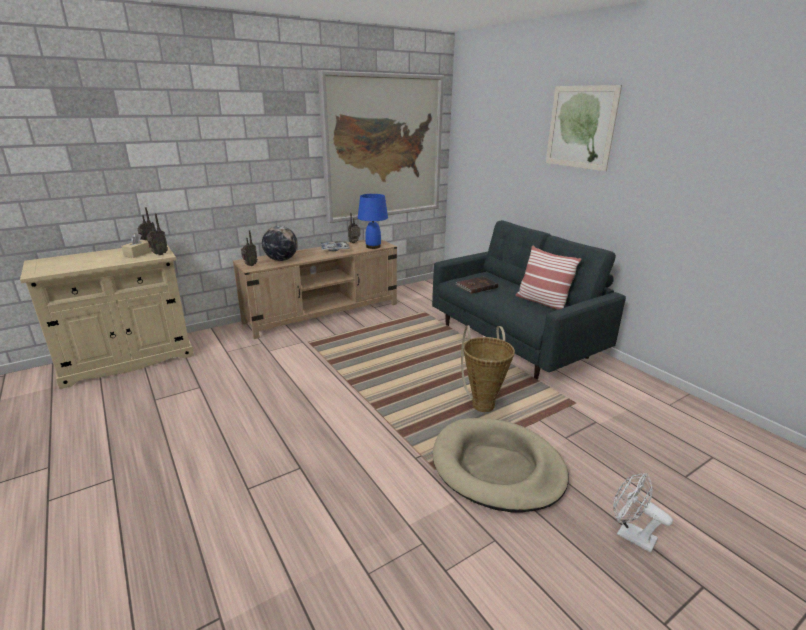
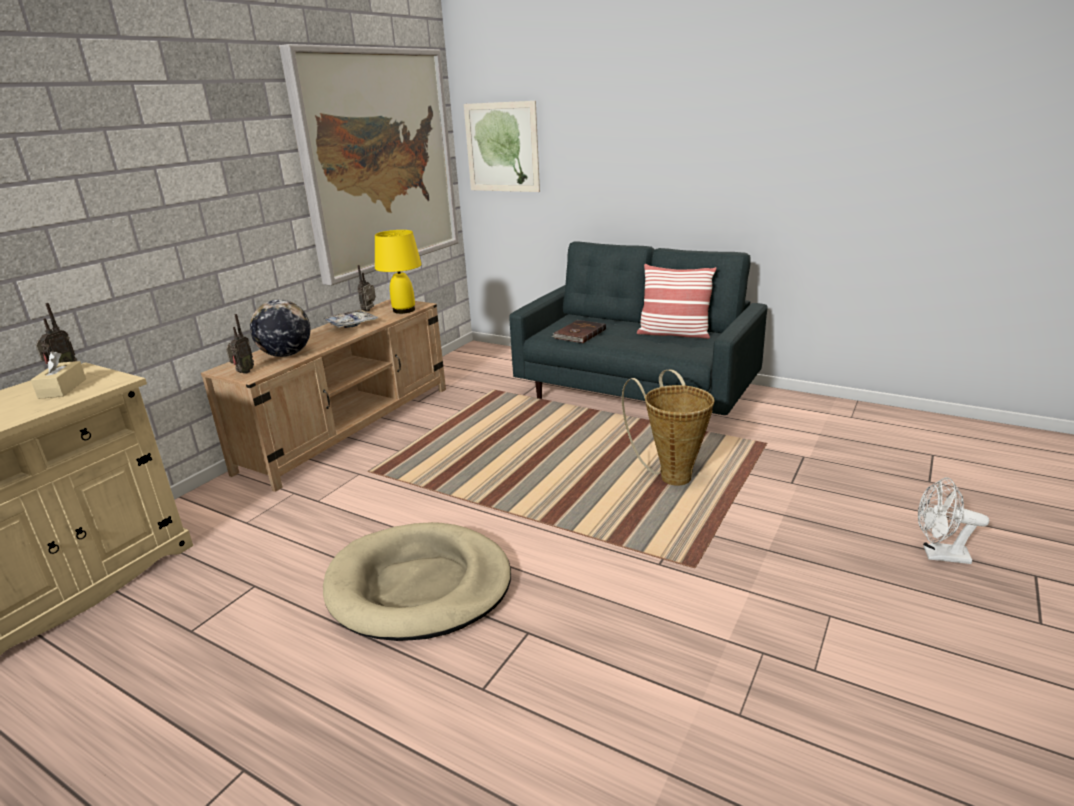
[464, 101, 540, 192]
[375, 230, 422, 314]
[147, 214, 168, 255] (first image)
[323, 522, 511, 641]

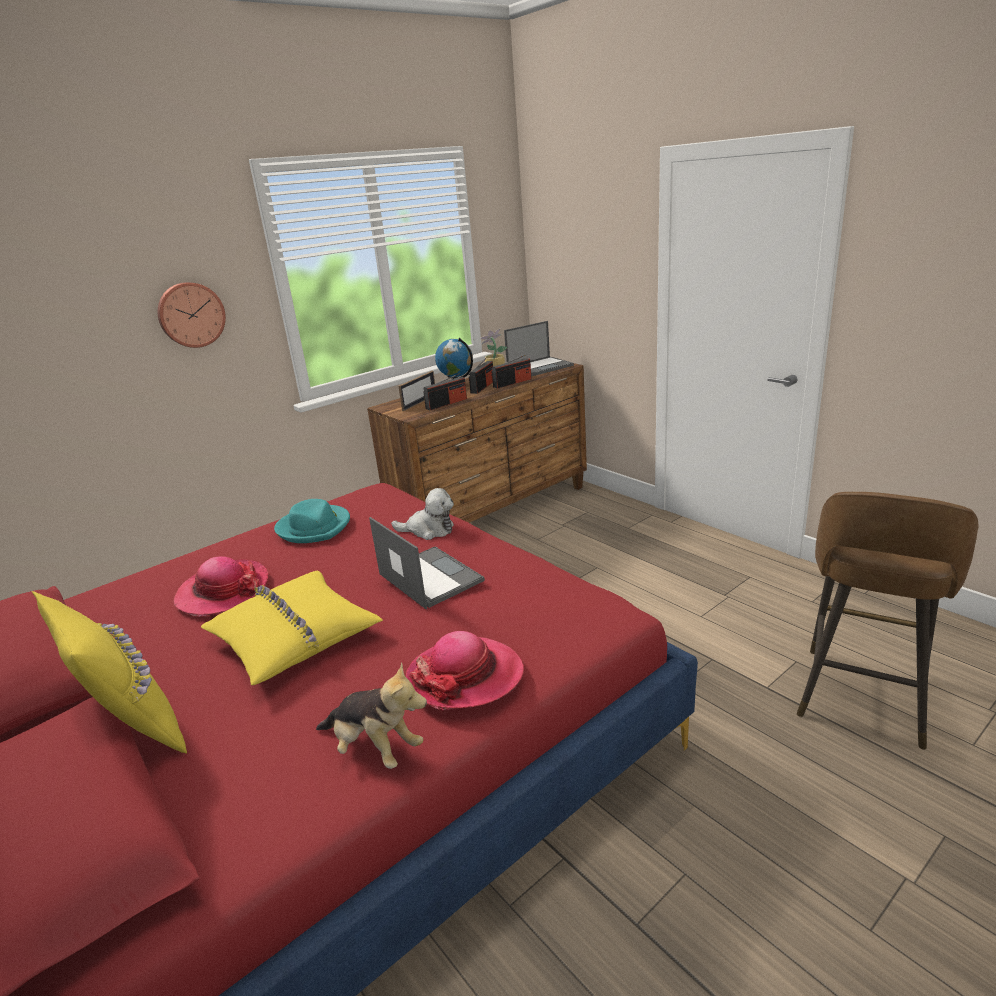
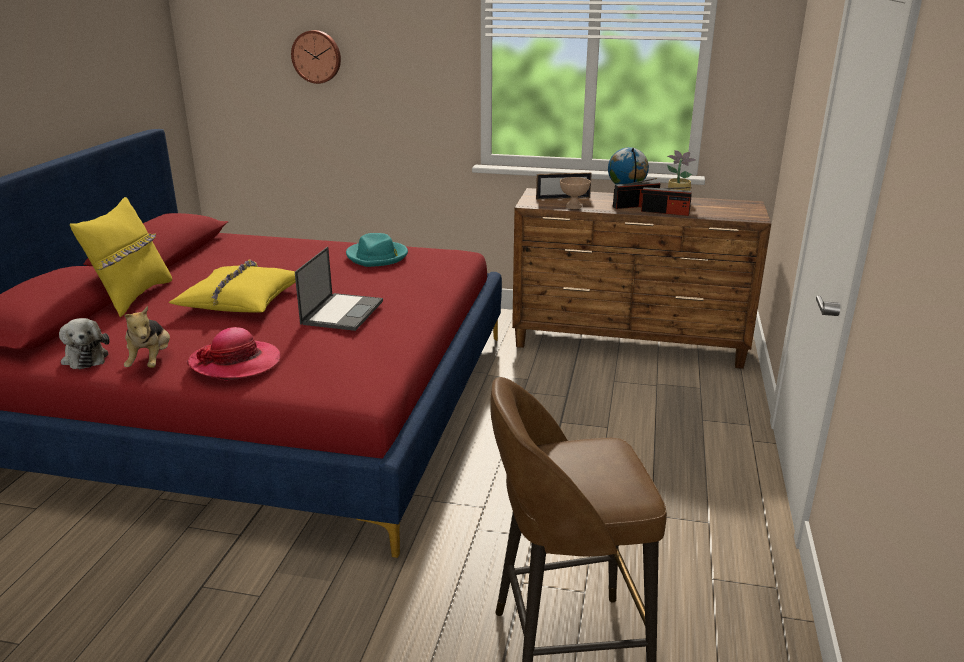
[291, 30, 341, 84]
[504, 321, 574, 377] (first image)
[560, 177, 591, 209]
[59, 318, 109, 369]
[174, 556, 268, 616] (first image)

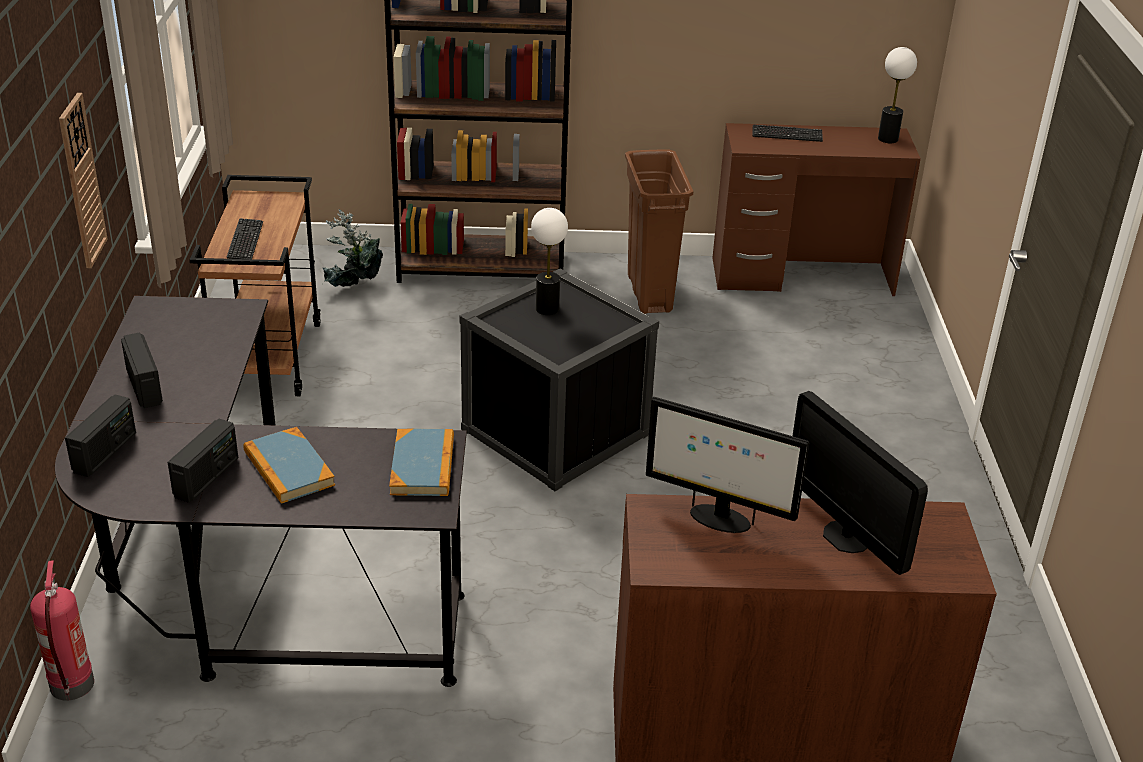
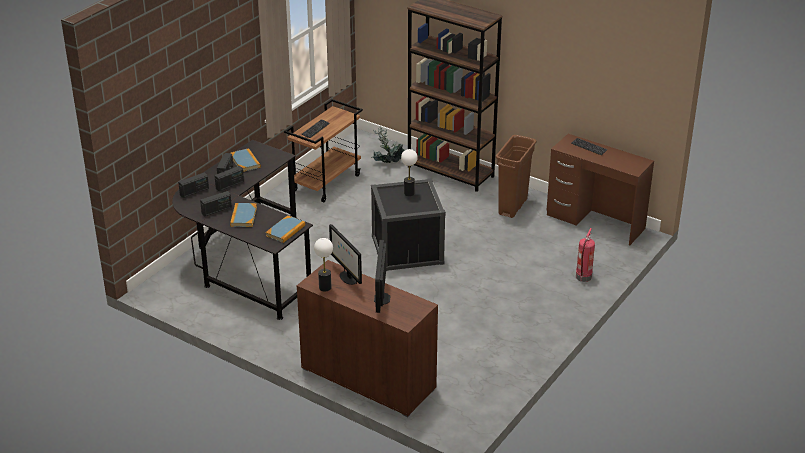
[314, 238, 333, 291]
[59, 93, 108, 268] (first image)
[576, 228, 595, 282]
[231, 148, 261, 172]
[214, 166, 244, 191]

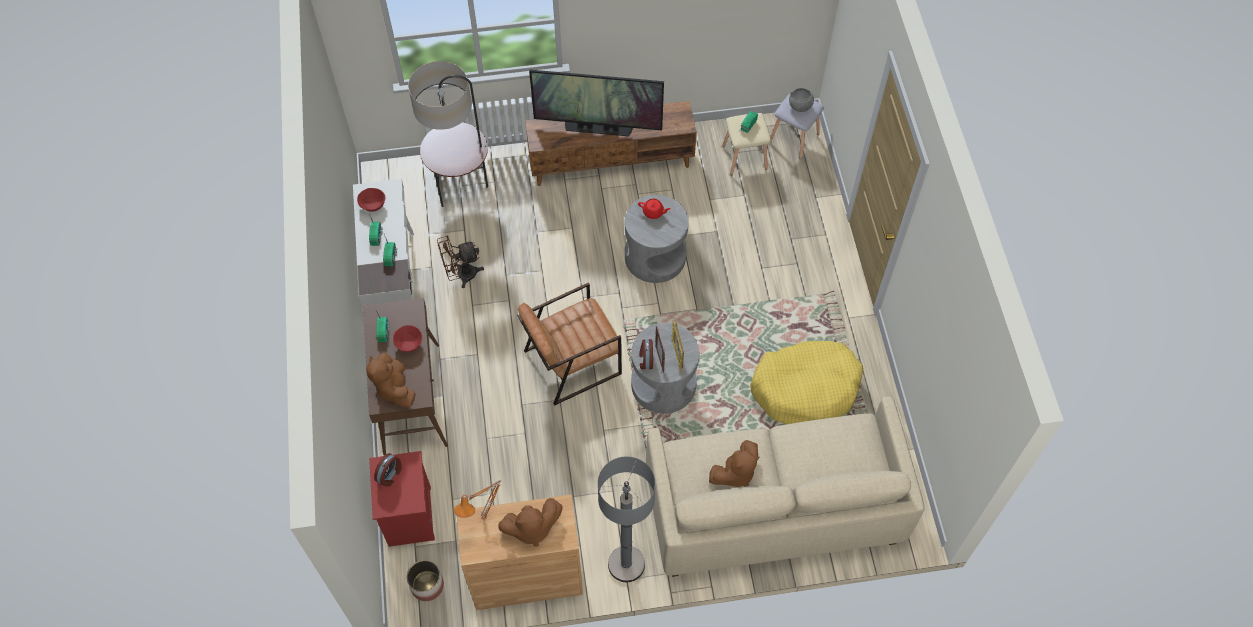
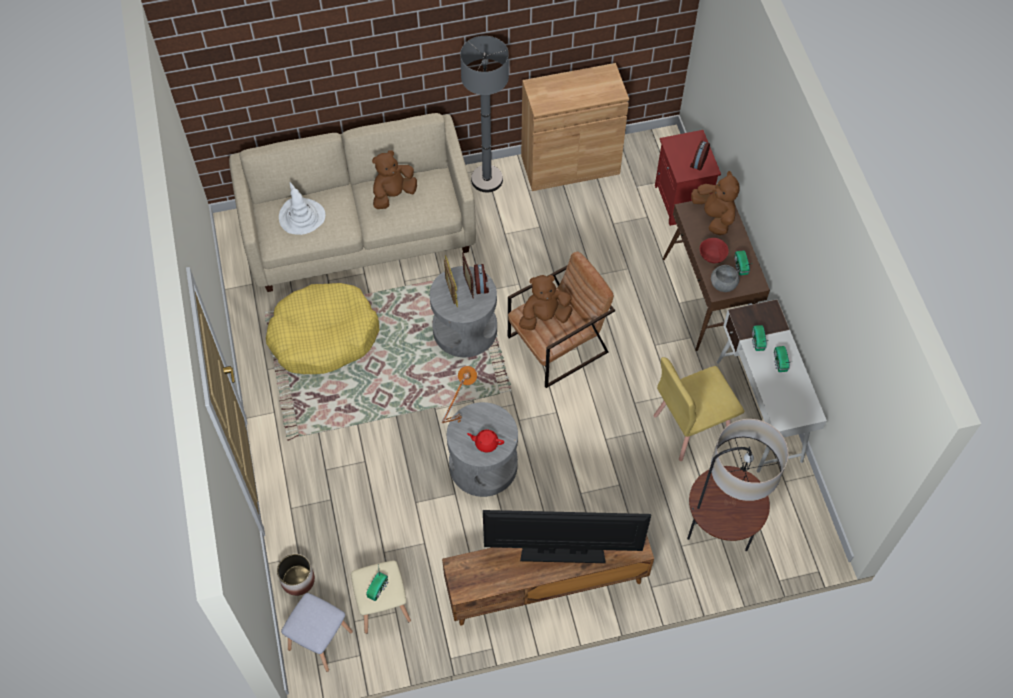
[711, 265, 740, 292]
[357, 188, 385, 212] (first image)
[654, 357, 744, 461]
[442, 366, 477, 424]
[519, 275, 573, 330]
[277, 554, 315, 596]
[279, 182, 325, 235]

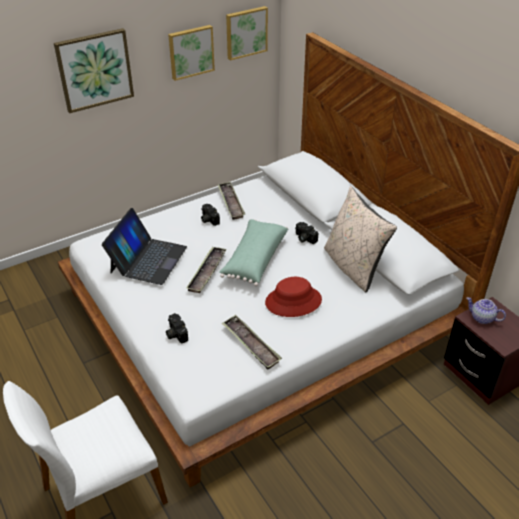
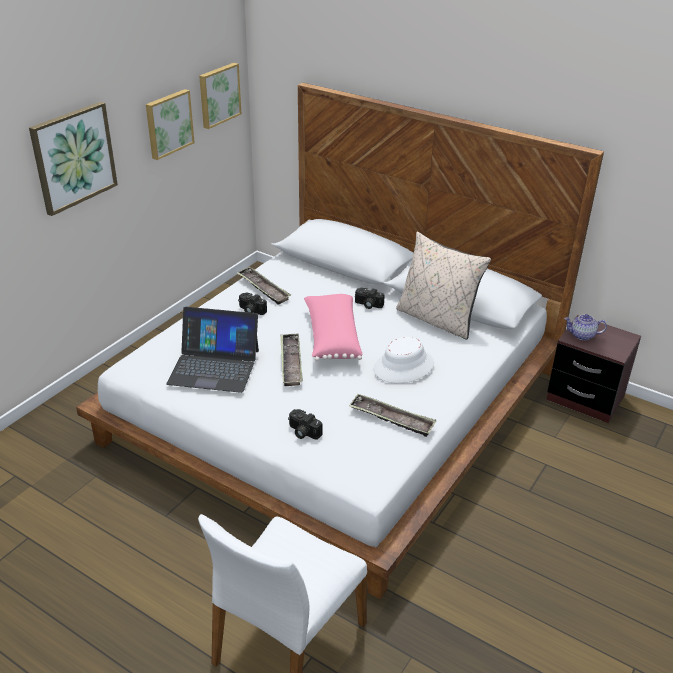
[166, 307, 259, 393]
[304, 294, 363, 361]
[374, 337, 434, 383]

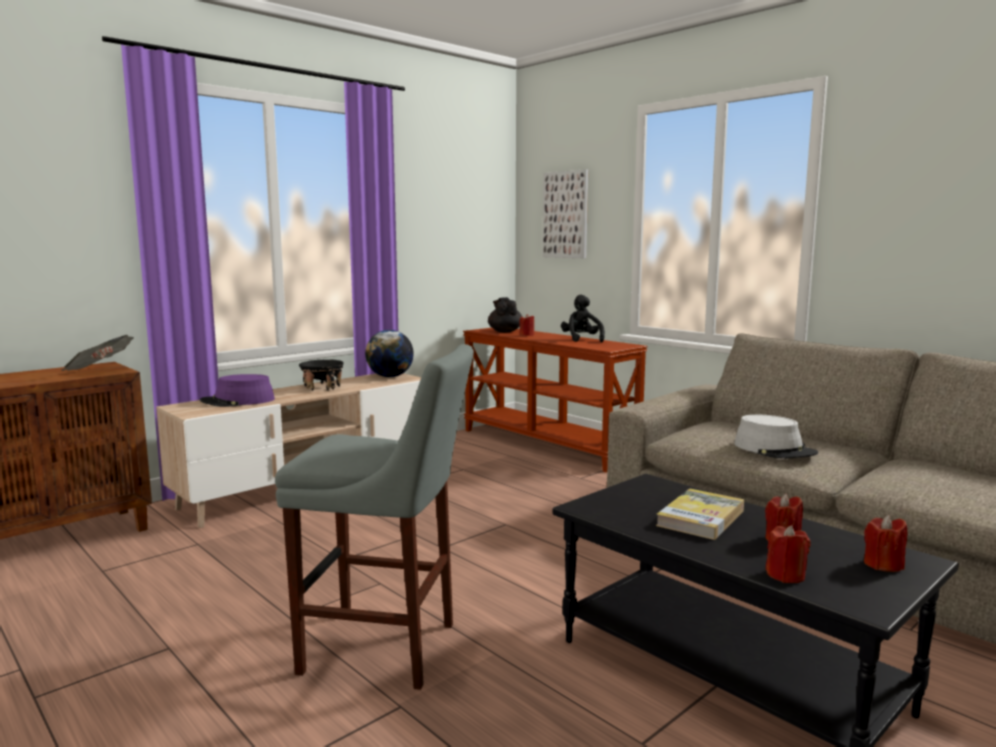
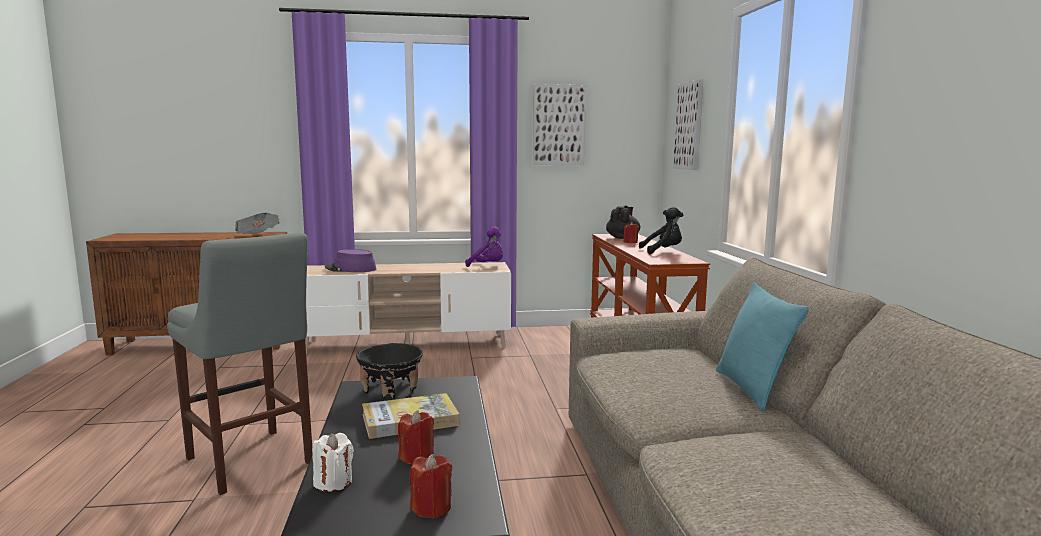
[639, 207, 683, 254]
[465, 227, 503, 267]
[356, 343, 423, 398]
[734, 414, 818, 459] (first image)
[312, 433, 354, 492]
[533, 84, 586, 165]
[716, 282, 809, 411]

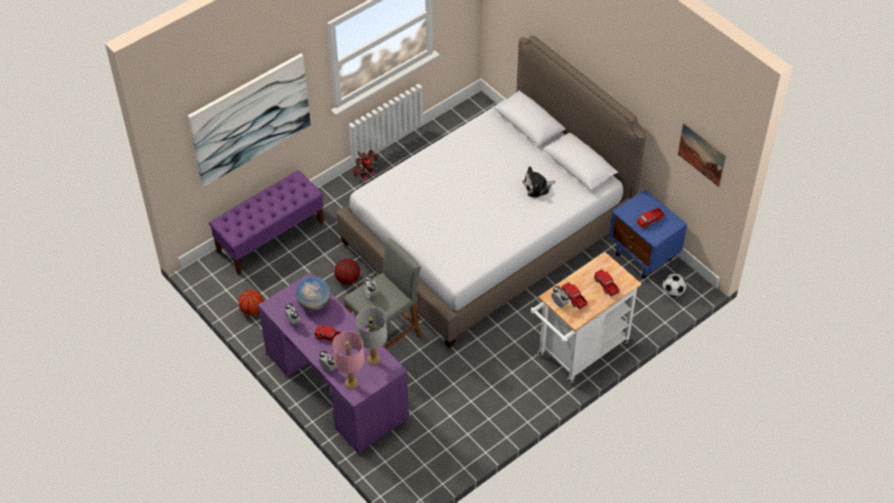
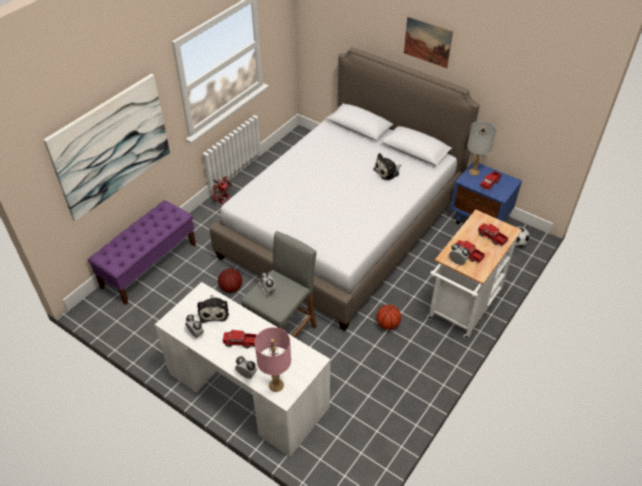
[404, 17, 453, 68]
[155, 282, 331, 457]
[197, 295, 229, 323]
[376, 305, 401, 330]
[467, 121, 496, 176]

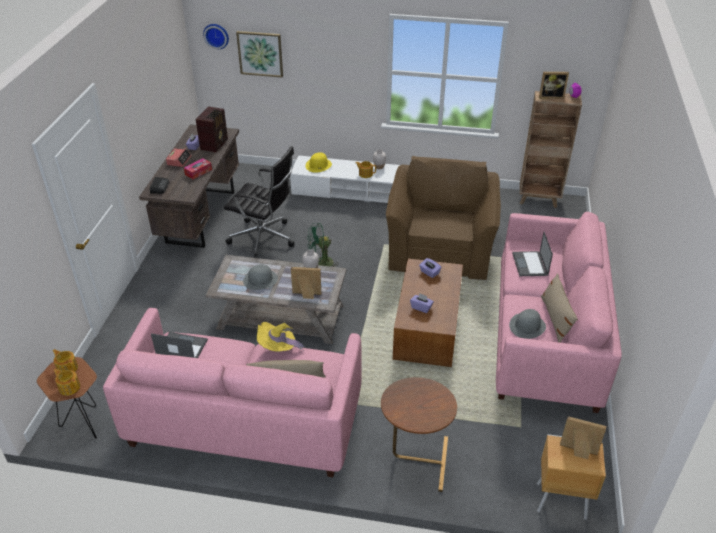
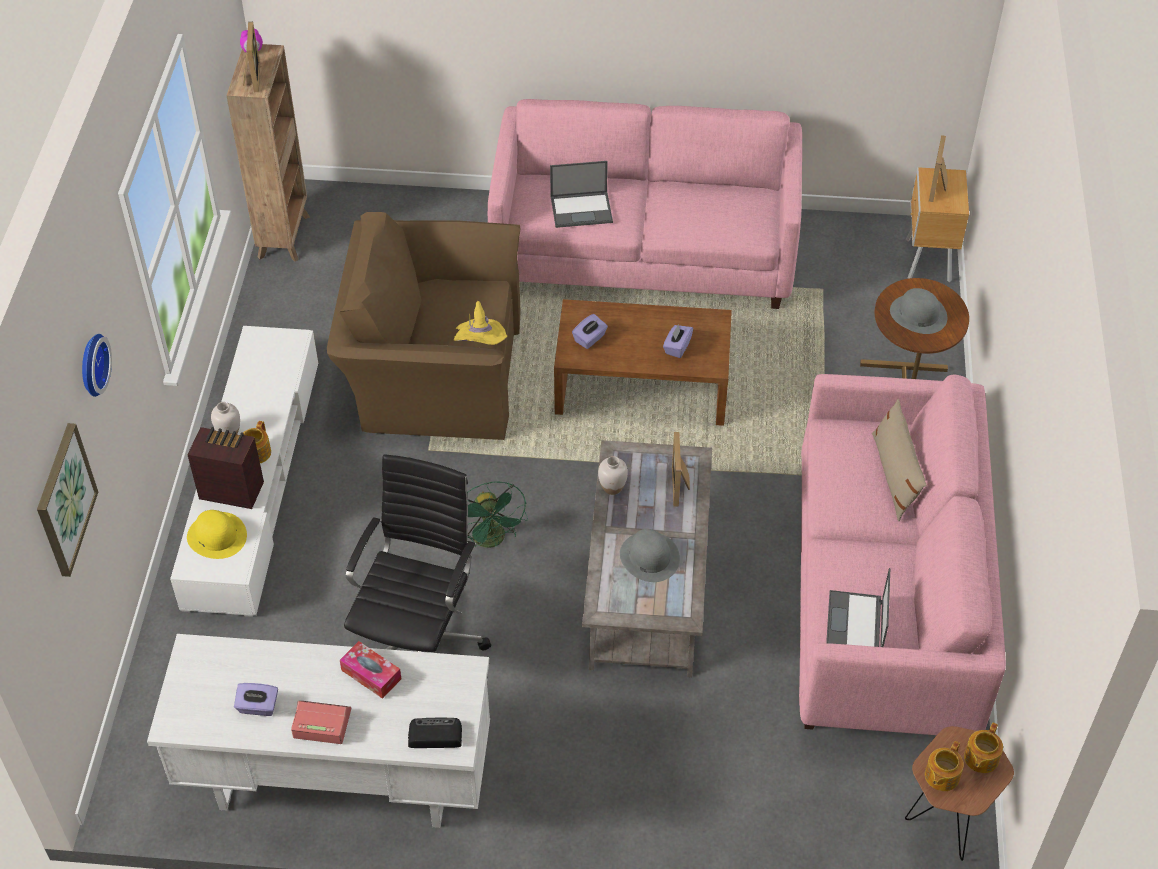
[82, 334, 112, 397]
[187, 427, 264, 509]
[147, 634, 490, 828]
[541, 273, 578, 343] (first image)
[890, 288, 947, 334]
[454, 301, 508, 345]

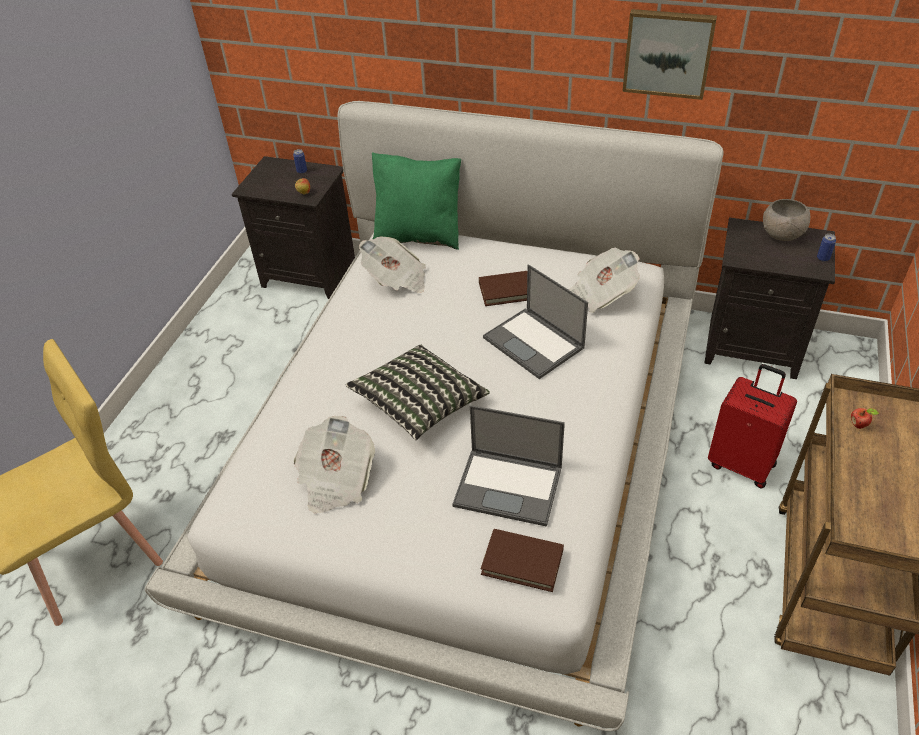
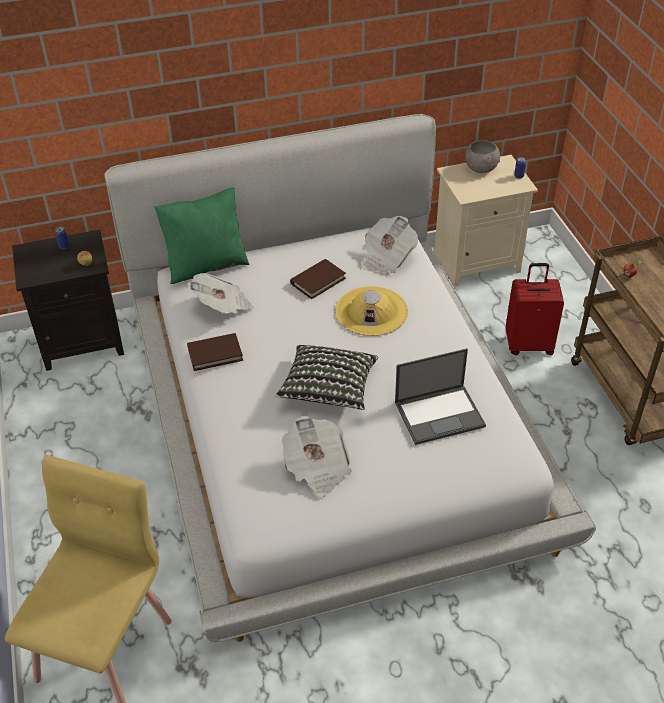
[622, 9, 717, 100] (first image)
[434, 155, 538, 286]
[335, 286, 408, 336]
[187, 333, 243, 371]

